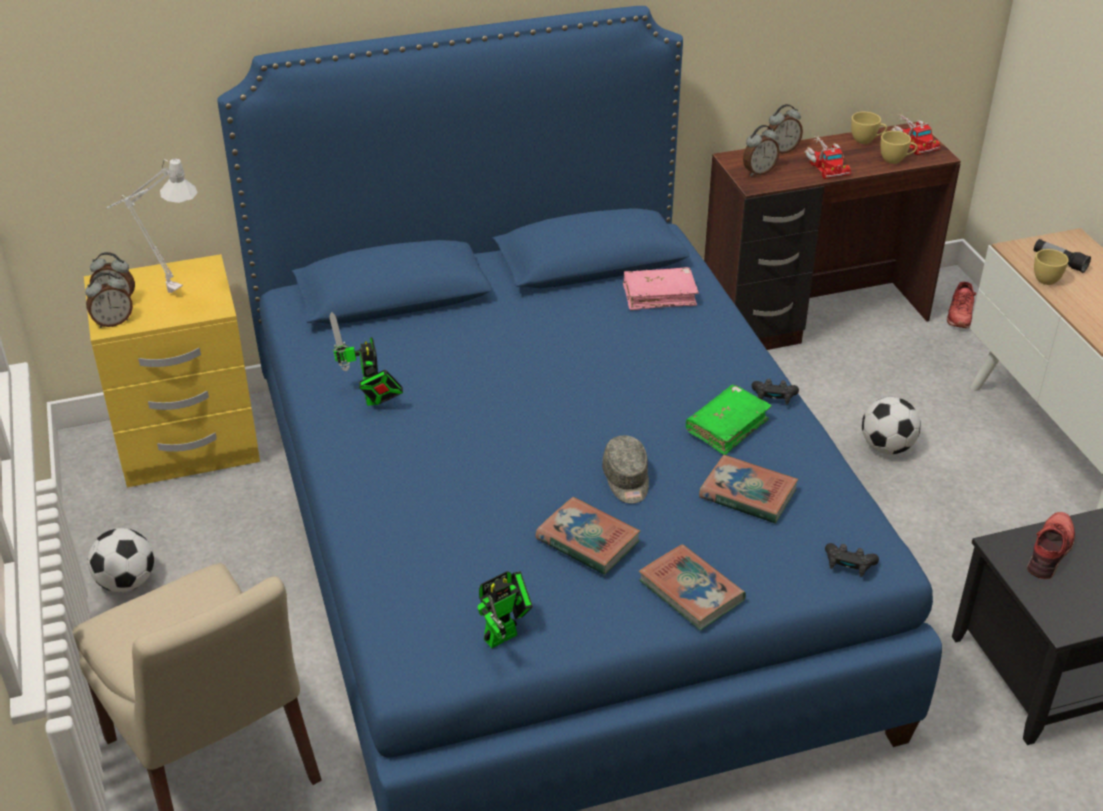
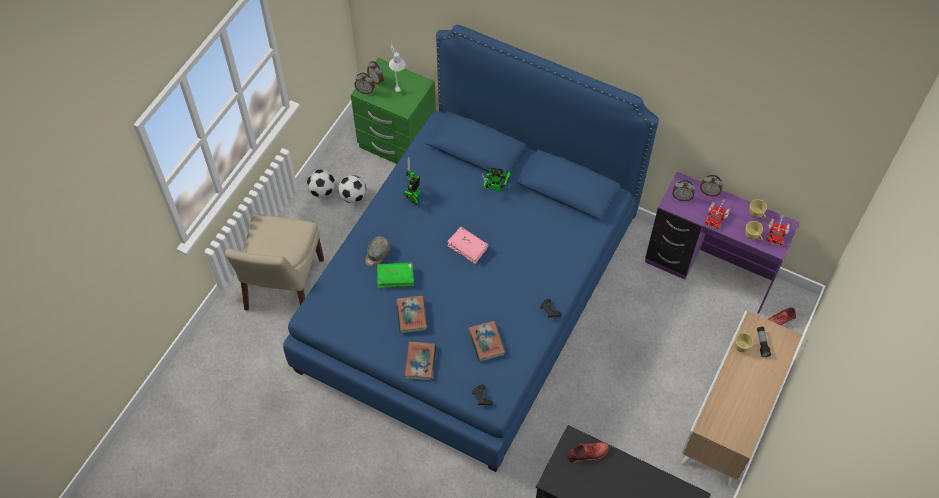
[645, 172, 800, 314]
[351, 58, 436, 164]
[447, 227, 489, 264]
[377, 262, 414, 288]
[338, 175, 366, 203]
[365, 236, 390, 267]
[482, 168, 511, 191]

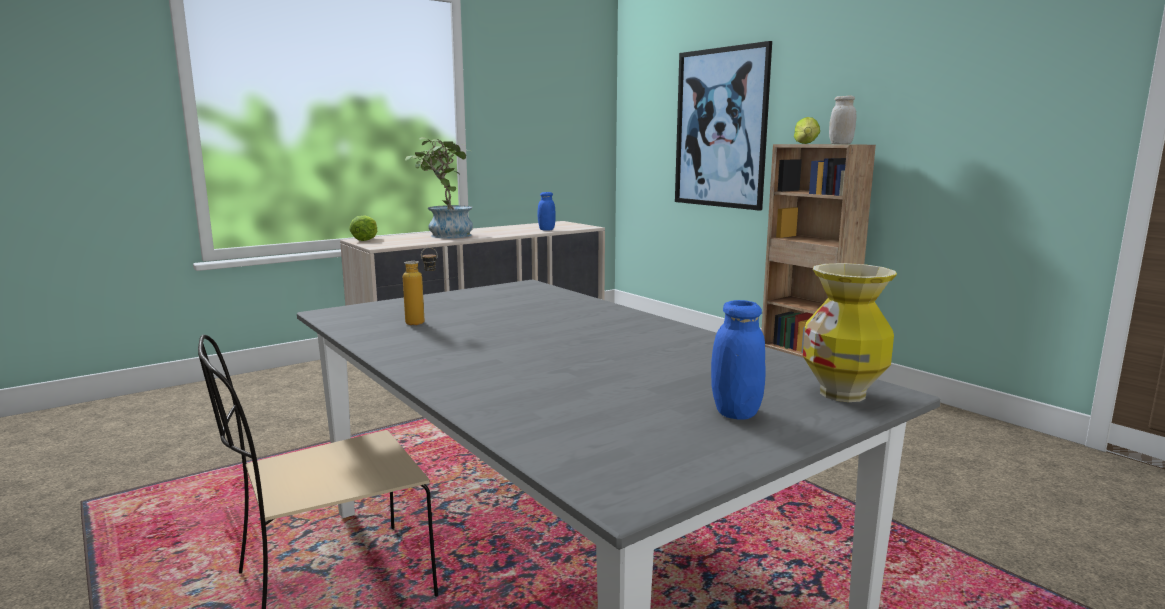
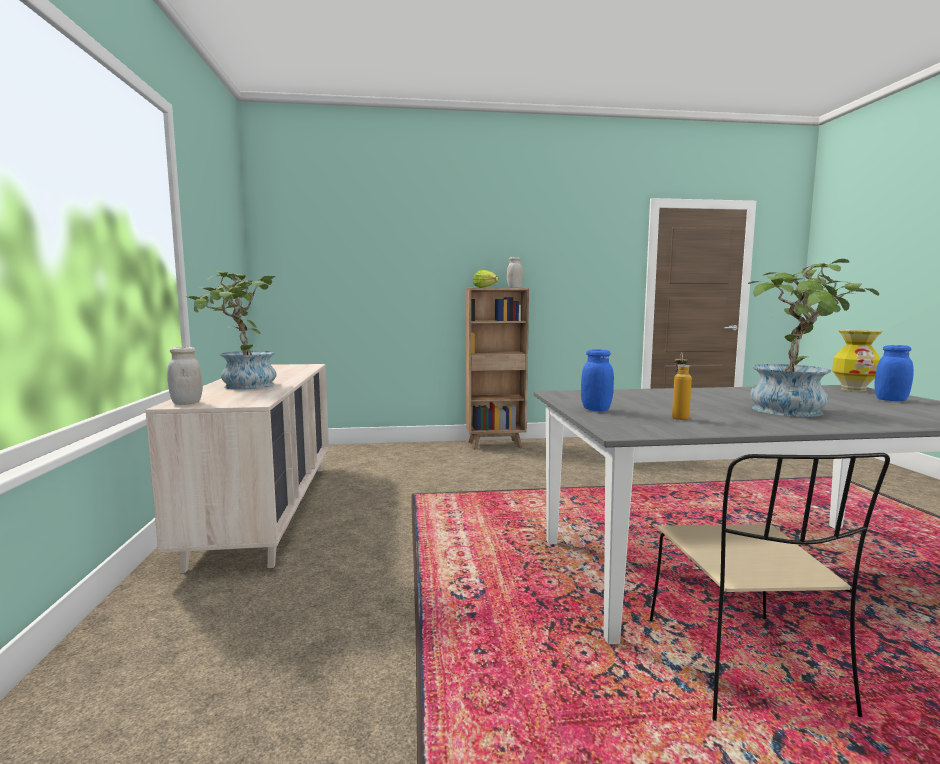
[675, 41, 772, 211] (first image)
[581, 349, 614, 411]
[167, 347, 203, 405]
[748, 259, 879, 417]

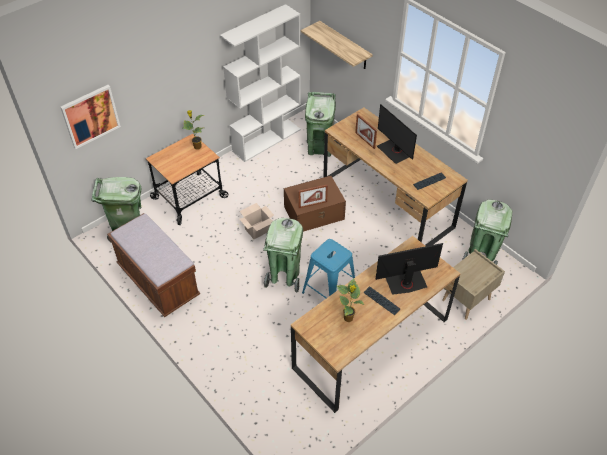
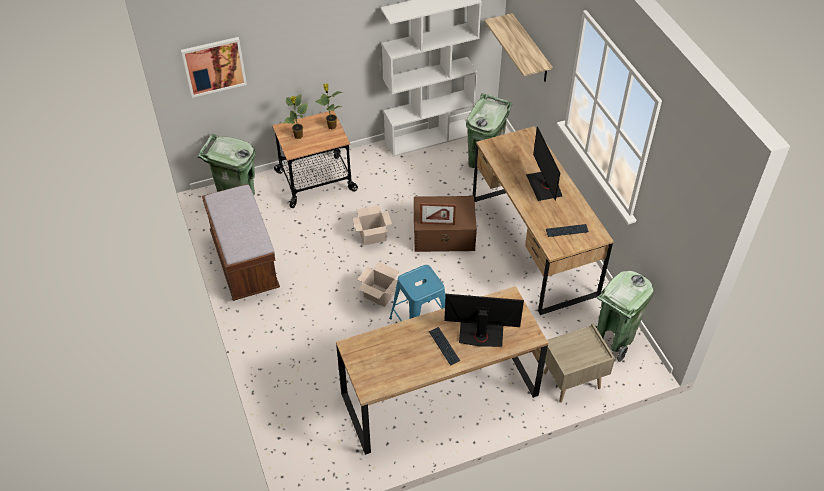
[355, 114, 377, 149] (first image)
[357, 262, 400, 307]
[283, 94, 308, 139]

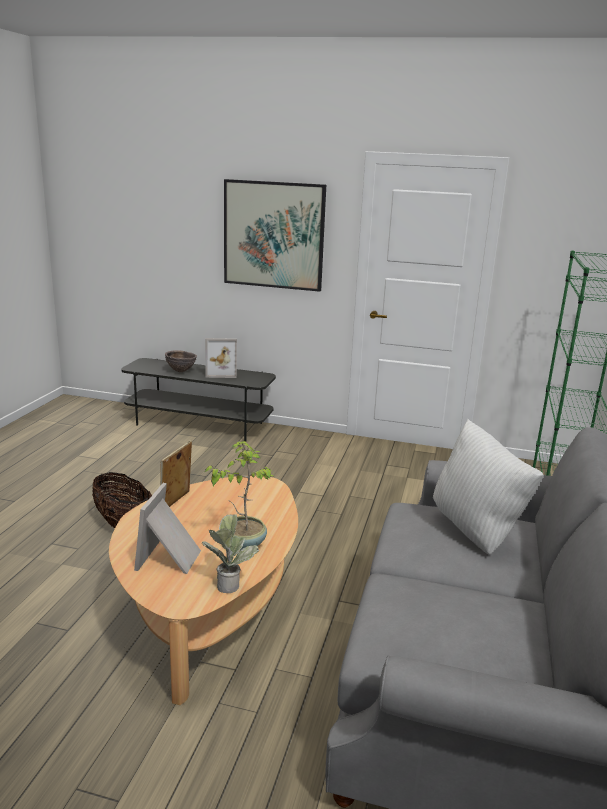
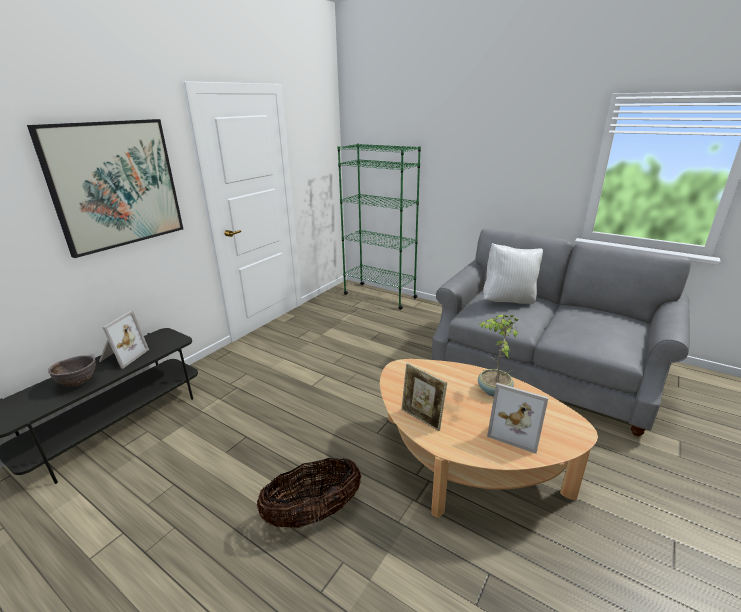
[202, 514, 259, 593] (first image)

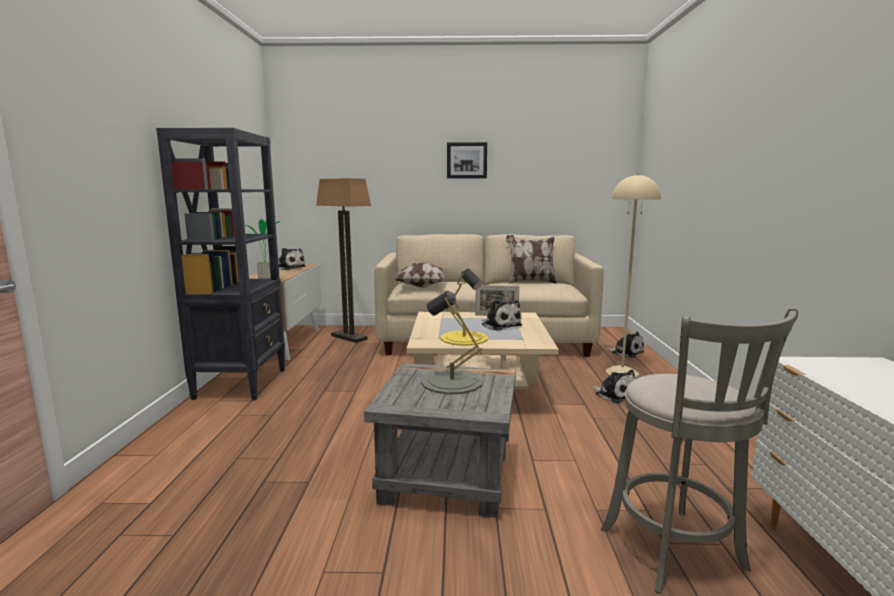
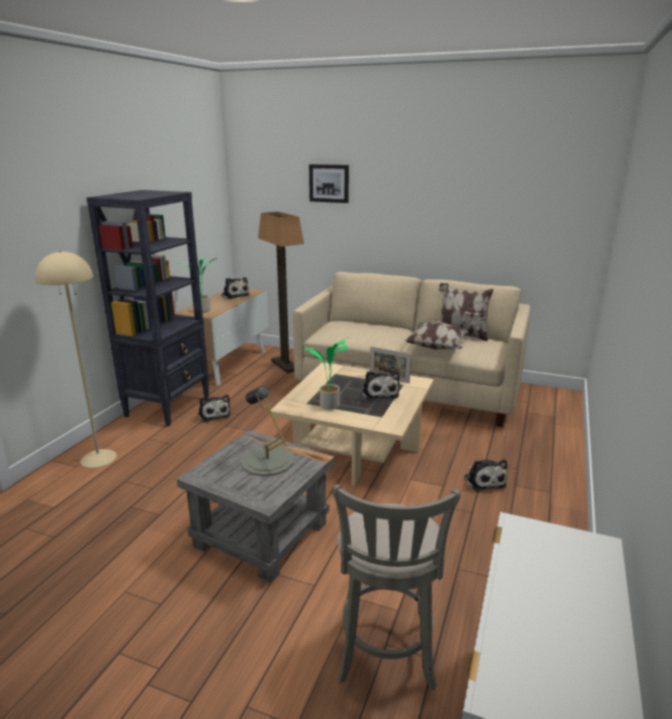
[309, 164, 349, 203]
[35, 250, 117, 468]
[405, 321, 469, 350]
[305, 337, 349, 410]
[198, 395, 231, 422]

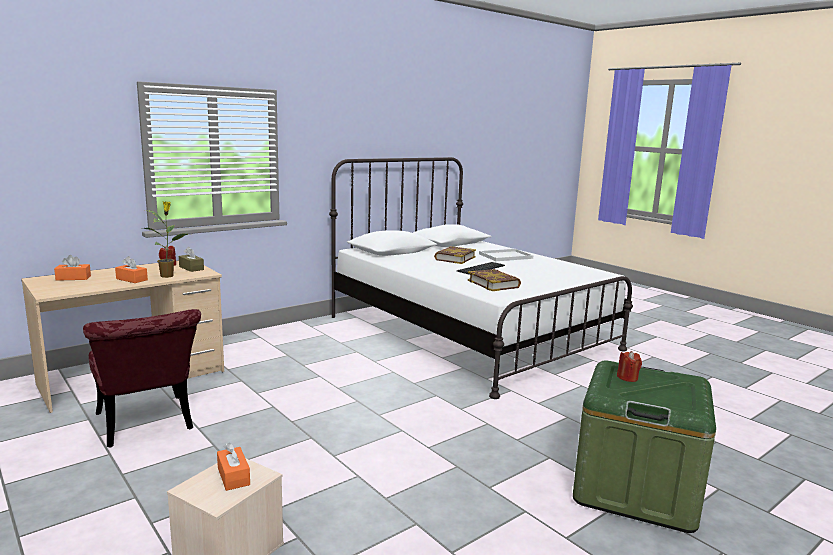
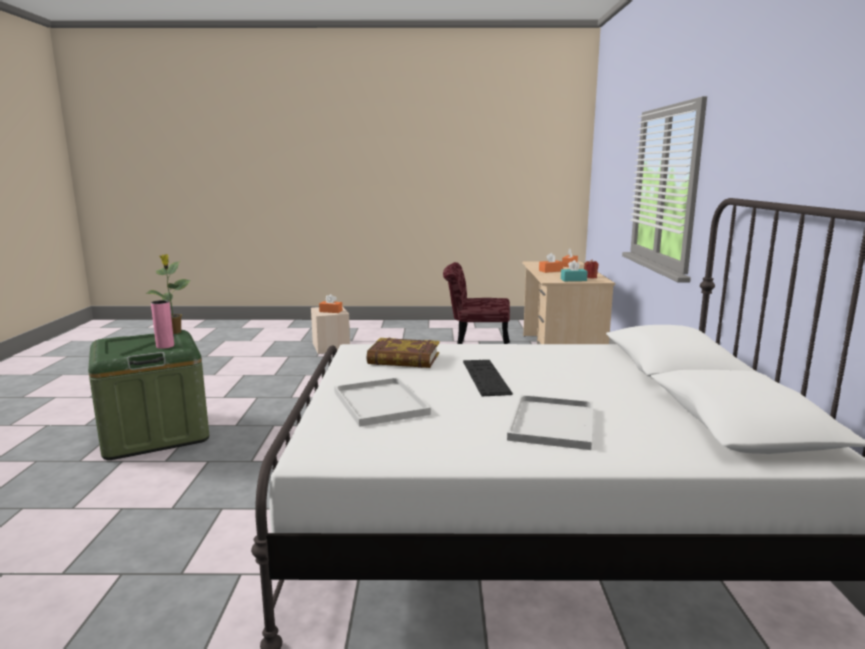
[145, 254, 191, 334]
[434, 246, 476, 264] (first image)
[561, 260, 588, 281]
[151, 300, 174, 349]
[334, 377, 431, 427]

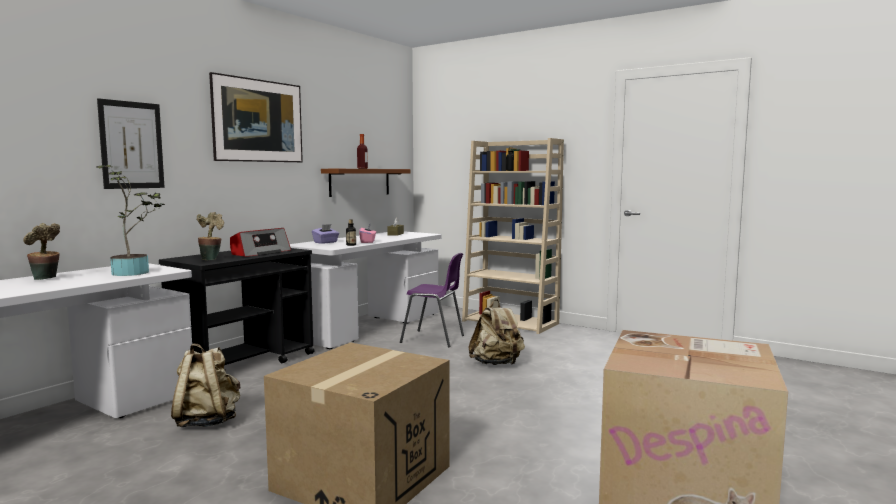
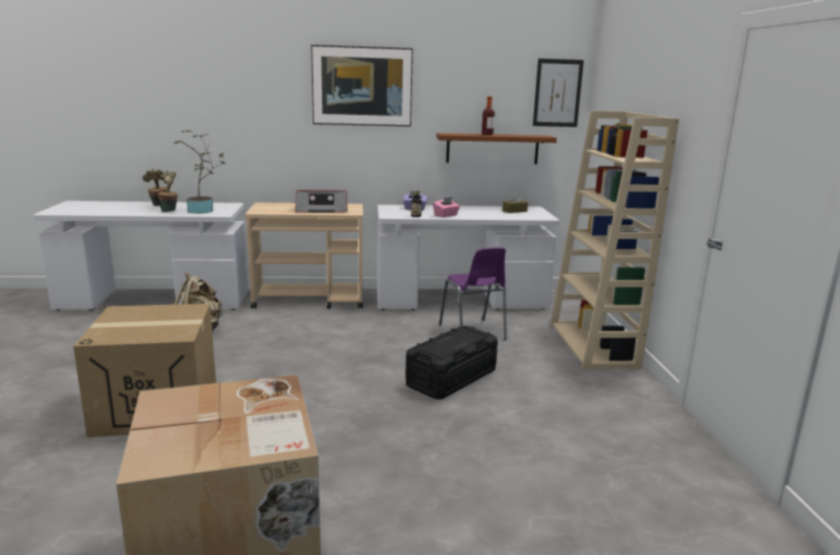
[533, 58, 584, 127]
[158, 171, 178, 212]
[245, 202, 363, 309]
[405, 326, 498, 399]

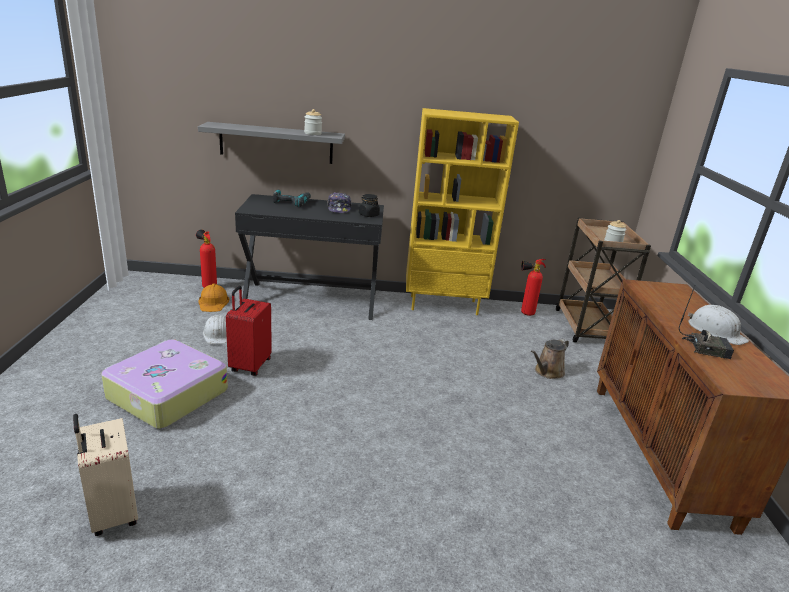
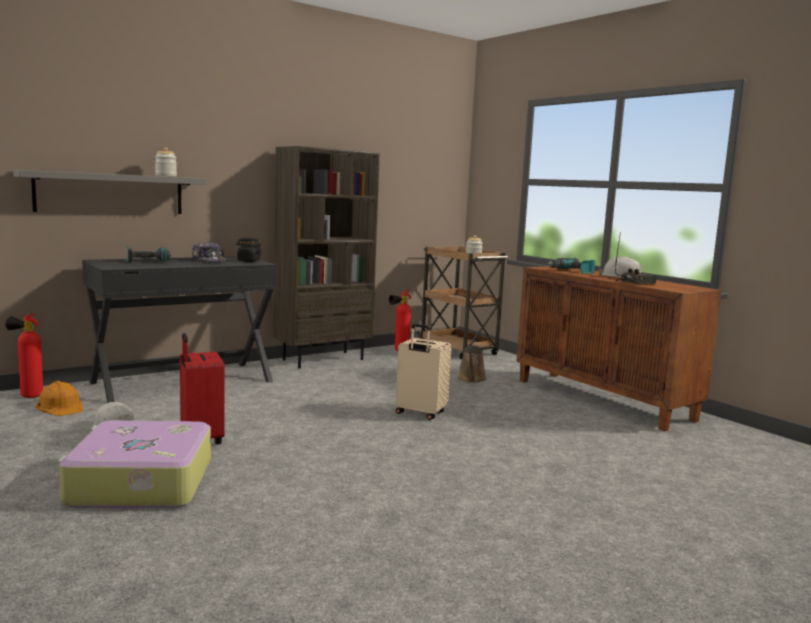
[274, 146, 380, 368]
[396, 324, 452, 420]
[547, 258, 595, 274]

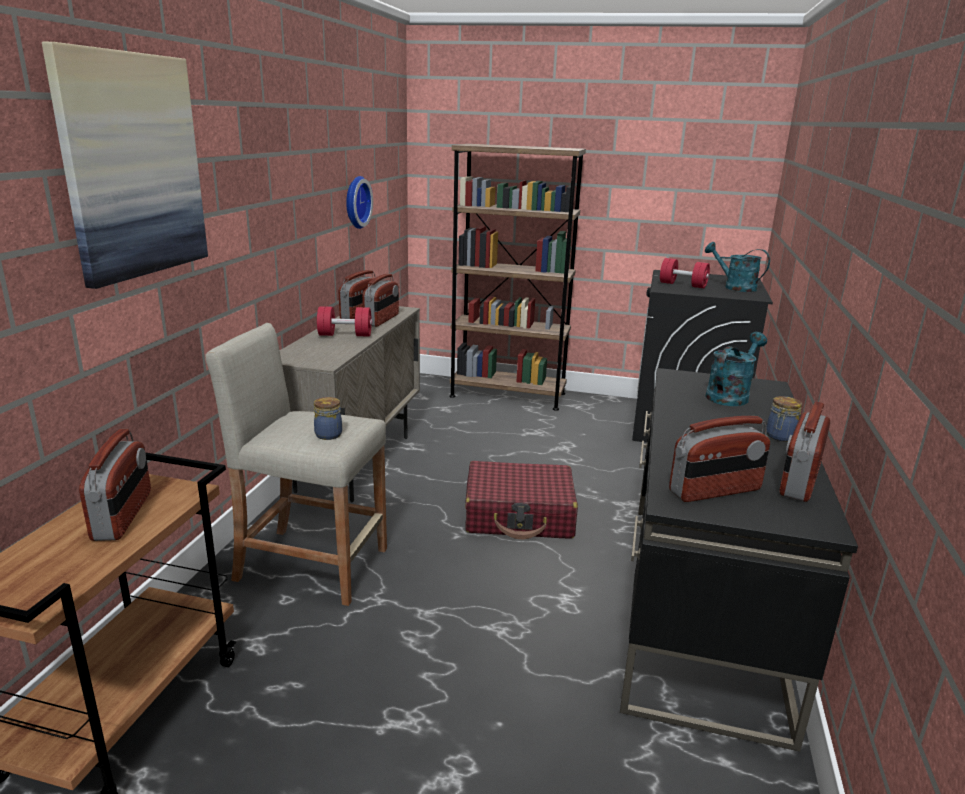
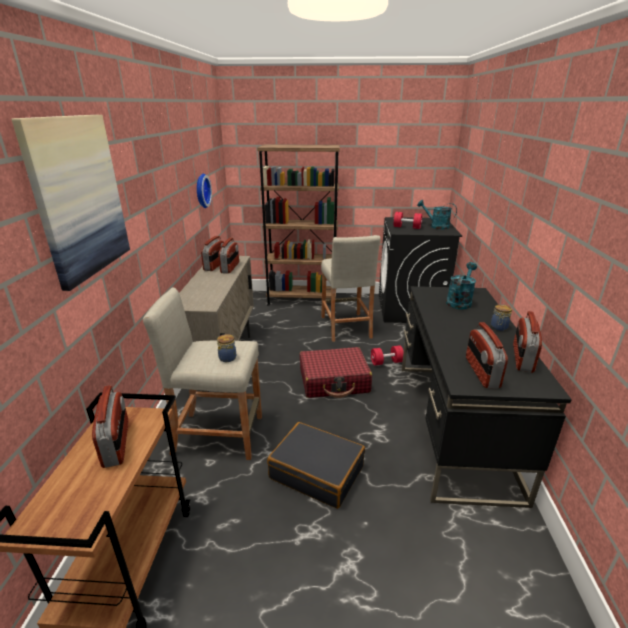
[371, 345, 404, 365]
[466, 322, 508, 388]
[321, 235, 381, 342]
[267, 422, 365, 509]

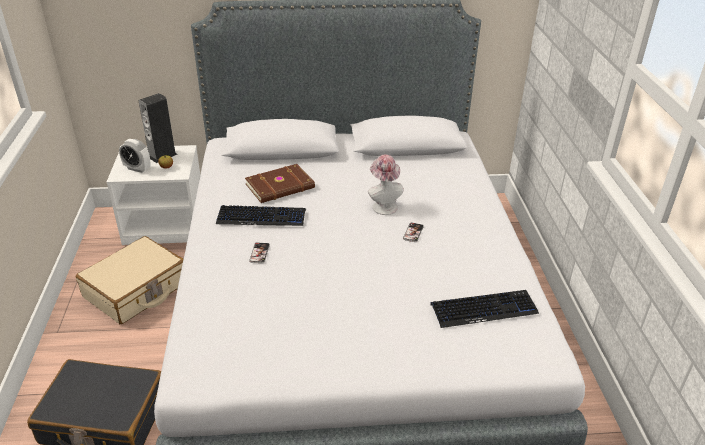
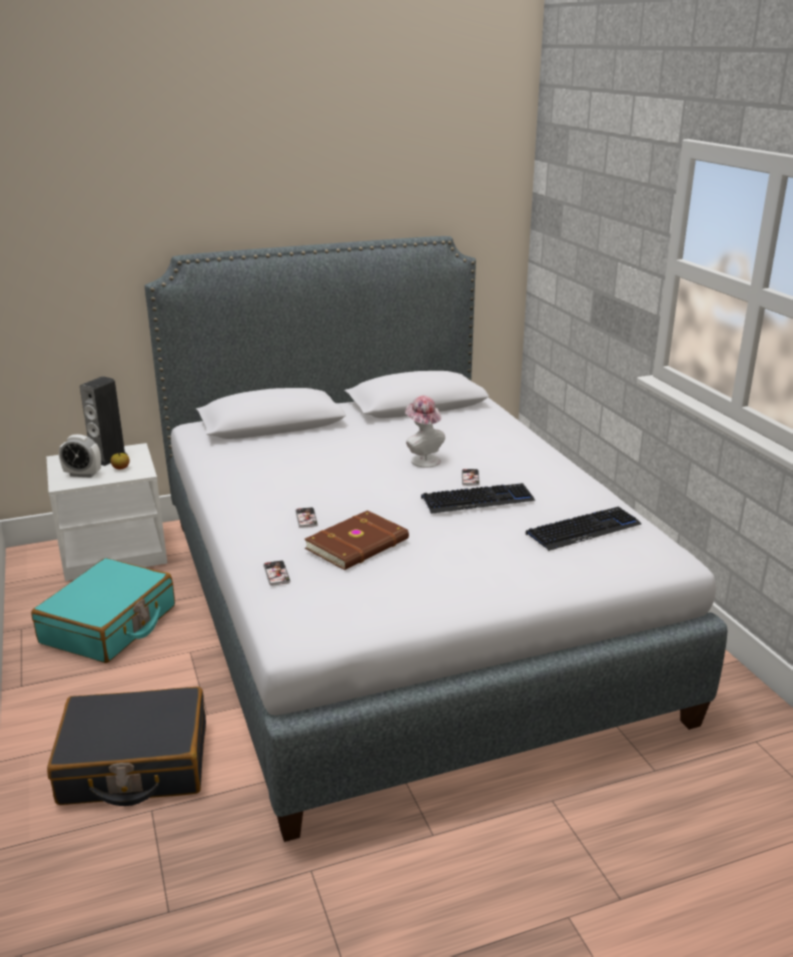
[305, 510, 409, 570]
[421, 483, 535, 514]
[31, 558, 175, 663]
[263, 560, 290, 586]

